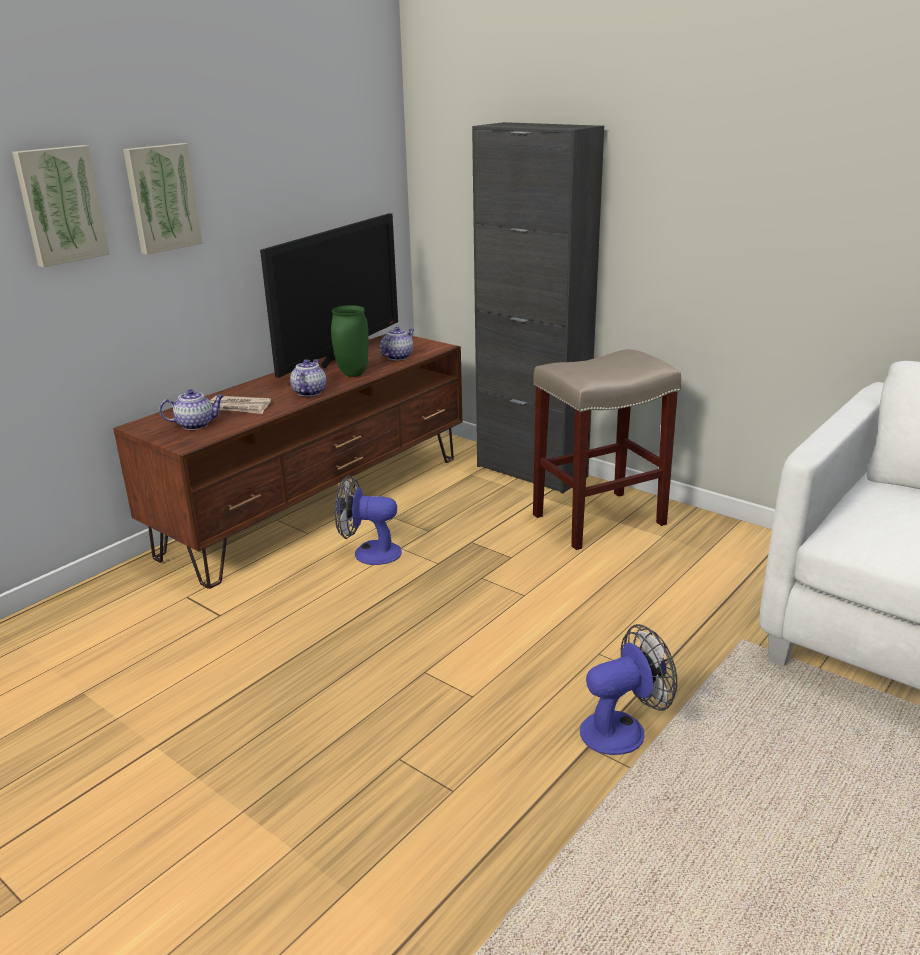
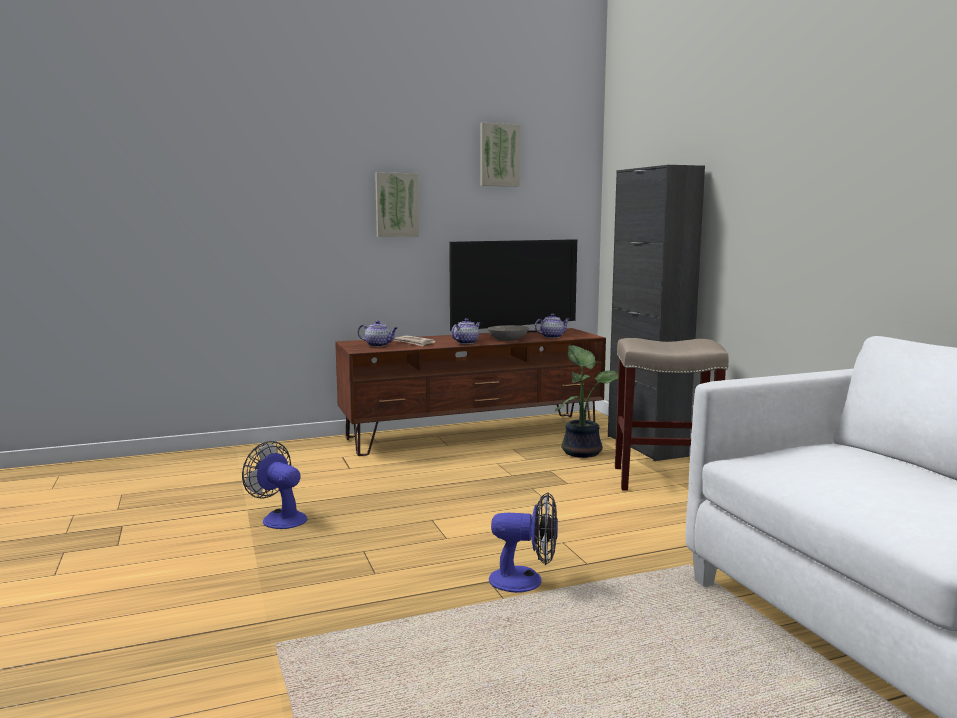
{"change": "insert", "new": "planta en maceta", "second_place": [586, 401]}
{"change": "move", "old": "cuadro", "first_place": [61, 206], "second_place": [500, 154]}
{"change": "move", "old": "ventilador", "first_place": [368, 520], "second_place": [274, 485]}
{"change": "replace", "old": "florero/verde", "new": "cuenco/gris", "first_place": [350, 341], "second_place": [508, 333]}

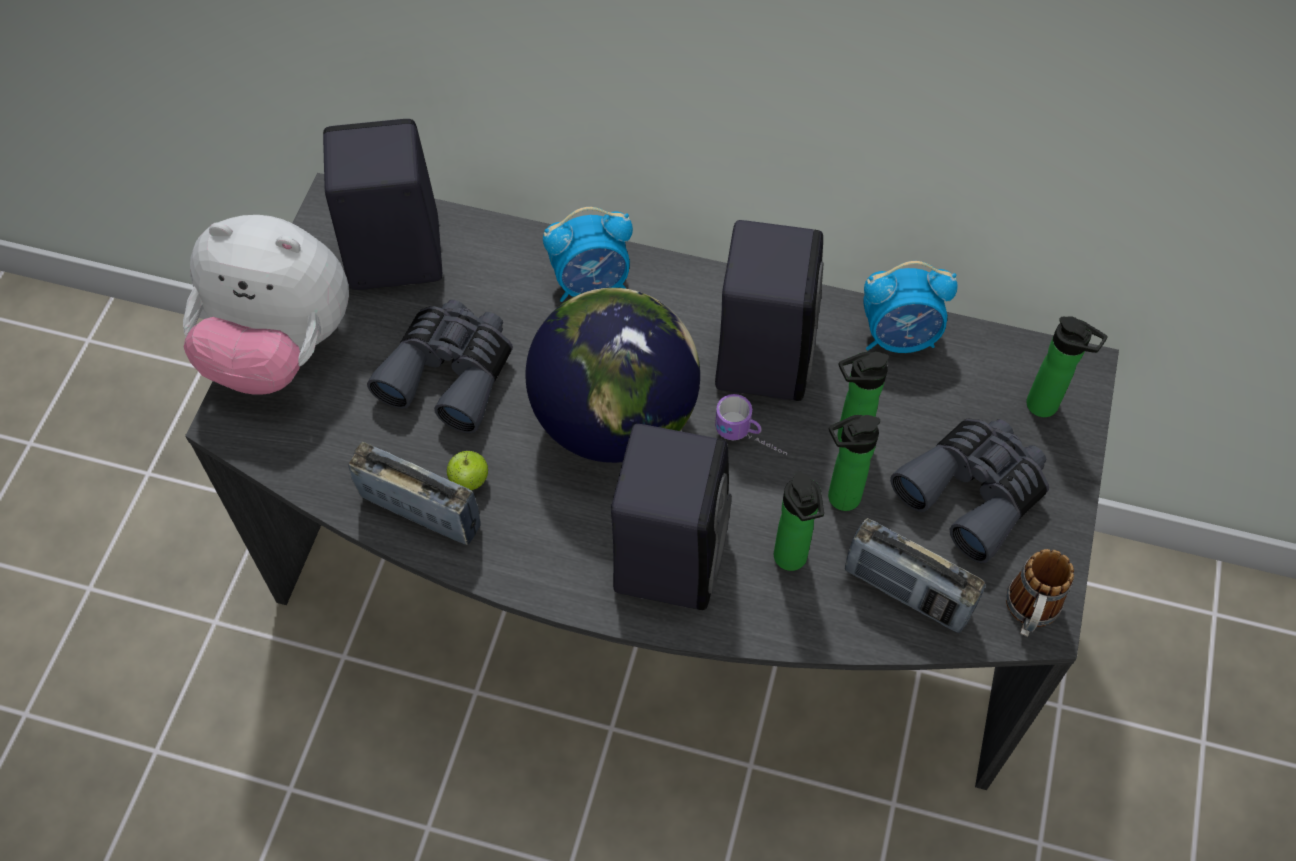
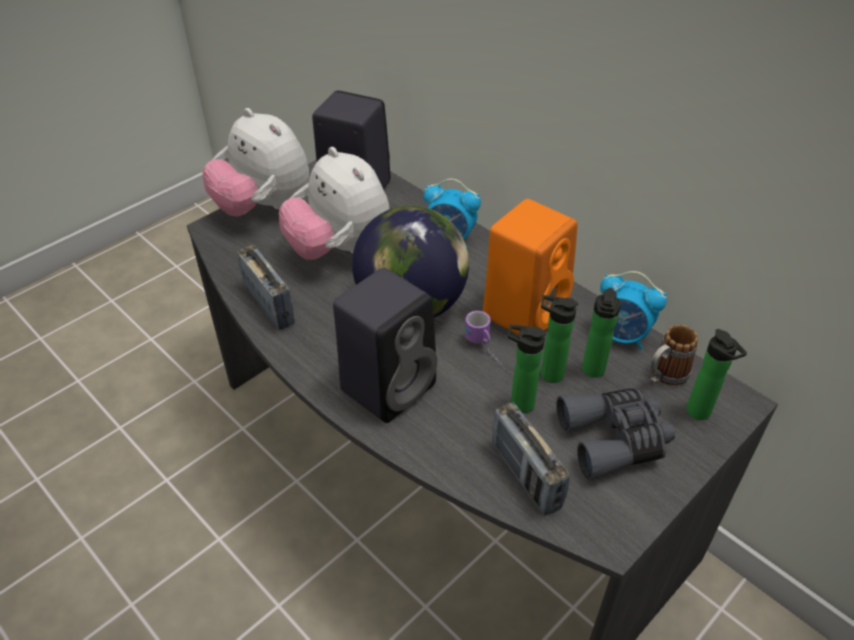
{"change": "delete", "old": "manzana", "first_place": [467, 470]}
{"change": "move", "old": "botella", "first_place": [799, 521], "second_place": [601, 333]}
{"change": "move", "old": "taza grande", "first_place": [1040, 593], "second_place": [674, 355]}
{"change": "replace", "old": "prismáticos/gris", "new": "peluche", "first_place": [440, 366], "second_place": [334, 203]}
{"change": "recolor", "old": "altavoz/negro", "new": "altavoz/naranja", "first_place": [769, 310], "second_place": [530, 267]}

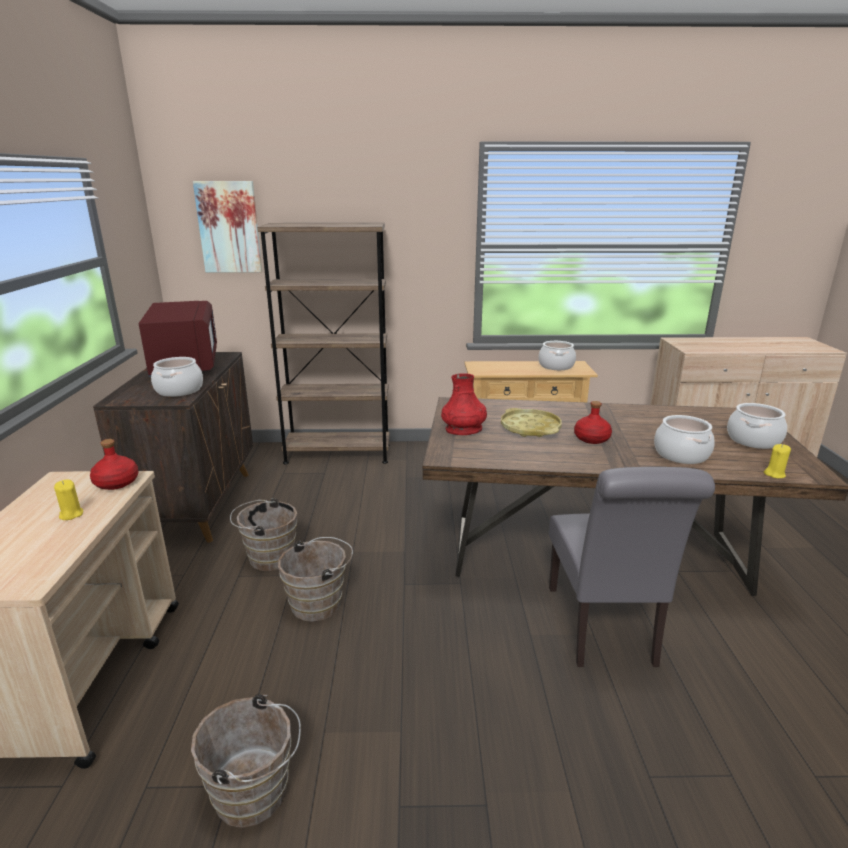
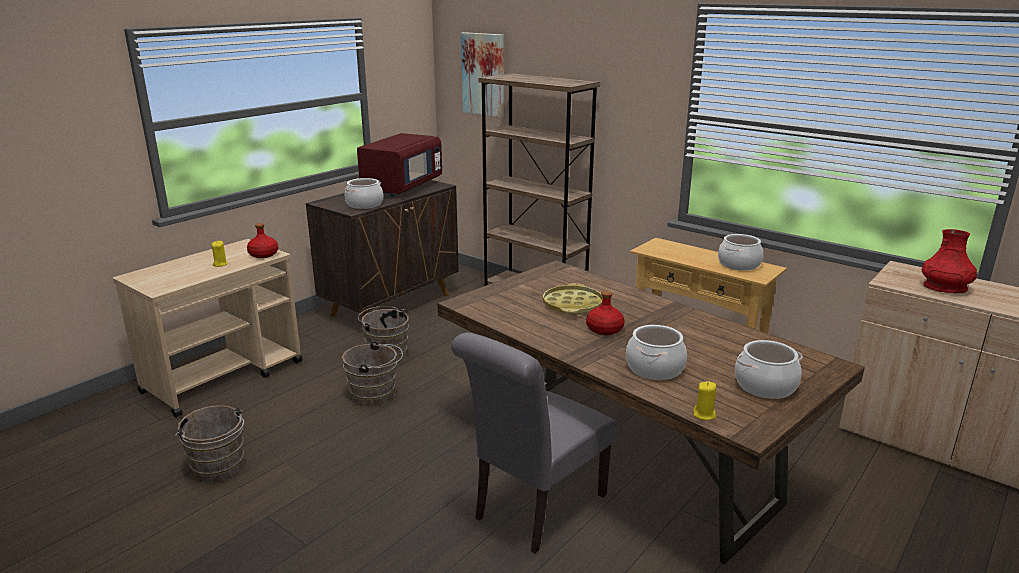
{"change": "move", "old": "florero/rojo", "first_place": [464, 404], "second_place": [949, 261]}

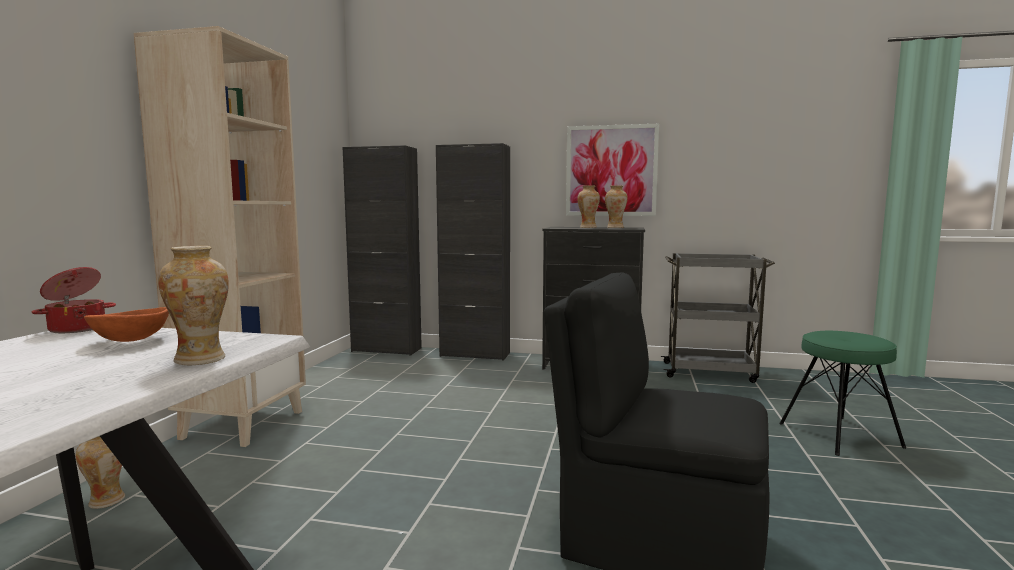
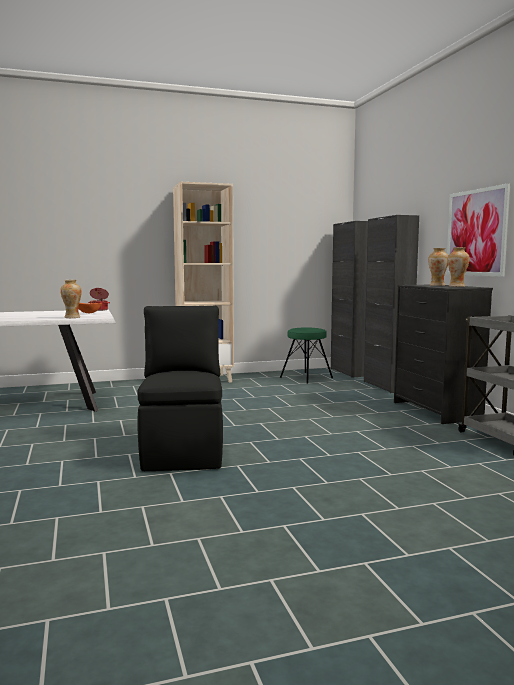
{"change": "delete", "old": "florero", "first_place": [100, 472]}
{"change": "move", "old": "taburete/verde", "first_place": [842, 393], "second_place": [306, 356]}

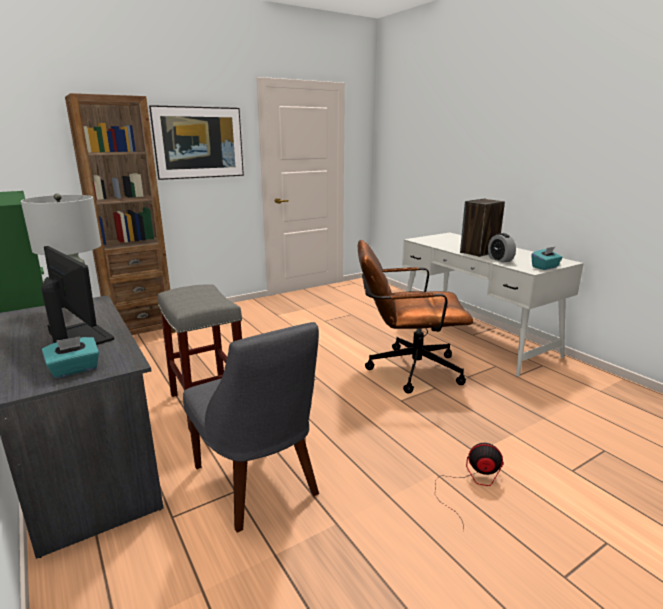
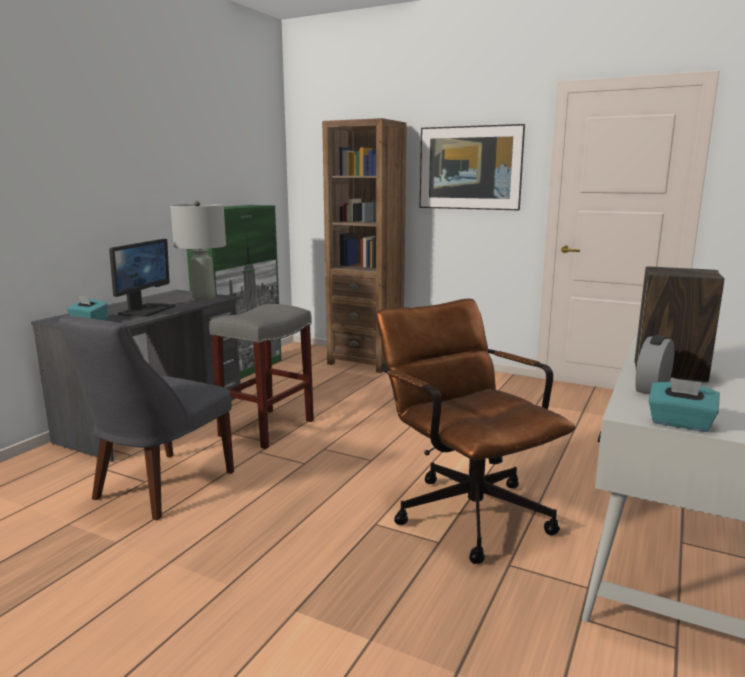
{"change": "delete", "old": "ventilador", "first_place": [469, 487]}

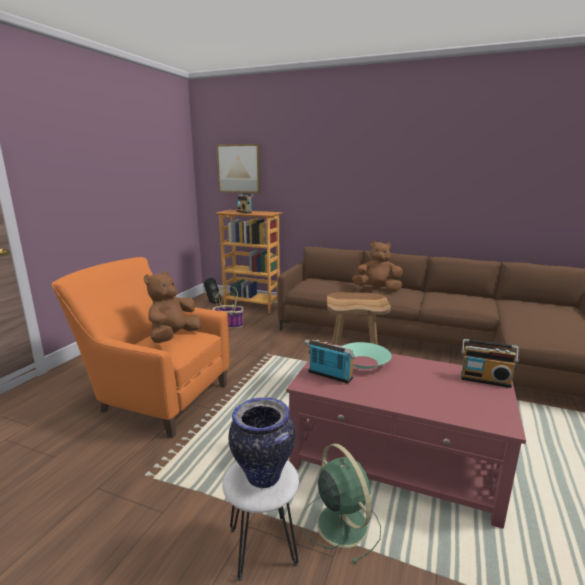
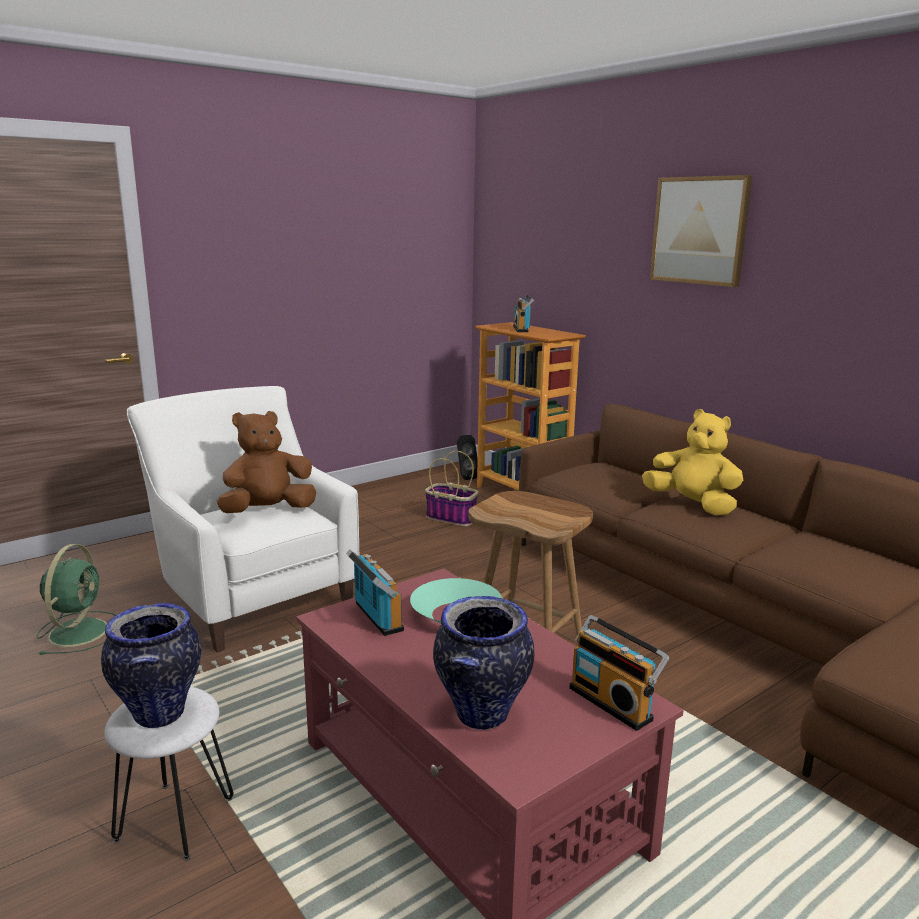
{"change": "insert", "new": "florero", "second_place": [483, 663]}
{"change": "move", "old": "cuadro", "first_place": [238, 168], "second_place": [701, 231]}
{"change": "move", "old": "ventilador/verde", "first_place": [342, 504], "second_place": [76, 599]}
{"change": "recolor", "old": "sillón/naranja", "new": "sillón/blanco", "first_place": [140, 347], "second_place": [243, 519]}
{"change": "recolor", "old": "peluche/marrón", "new": "peluche/amarillo", "first_place": [377, 266], "second_place": [692, 462]}

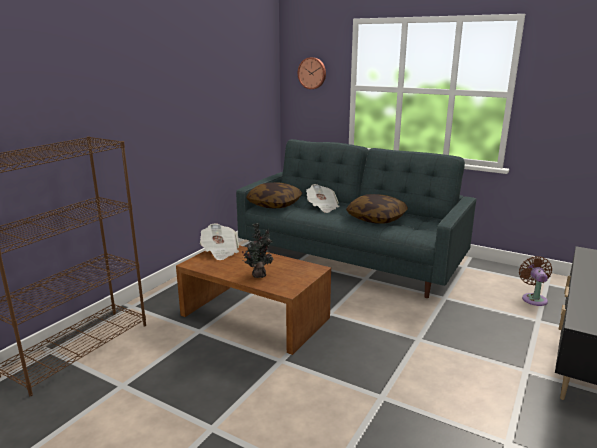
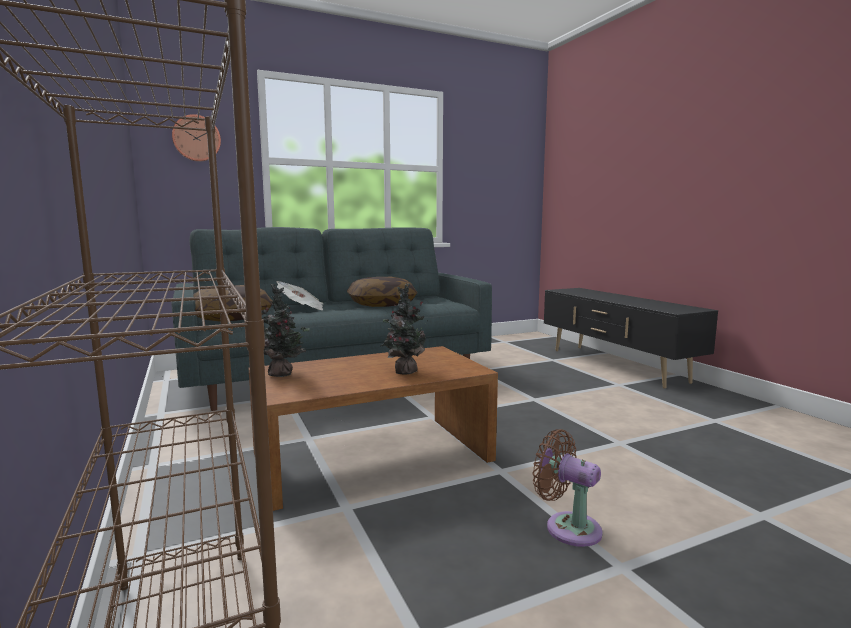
{"change": "move", "old": "ventilador/marrón", "first_place": [535, 281], "second_place": [568, 488]}
{"change": "replace", "old": "periódico", "new": "planta en maceta", "first_place": [219, 241], "second_place": [285, 330]}

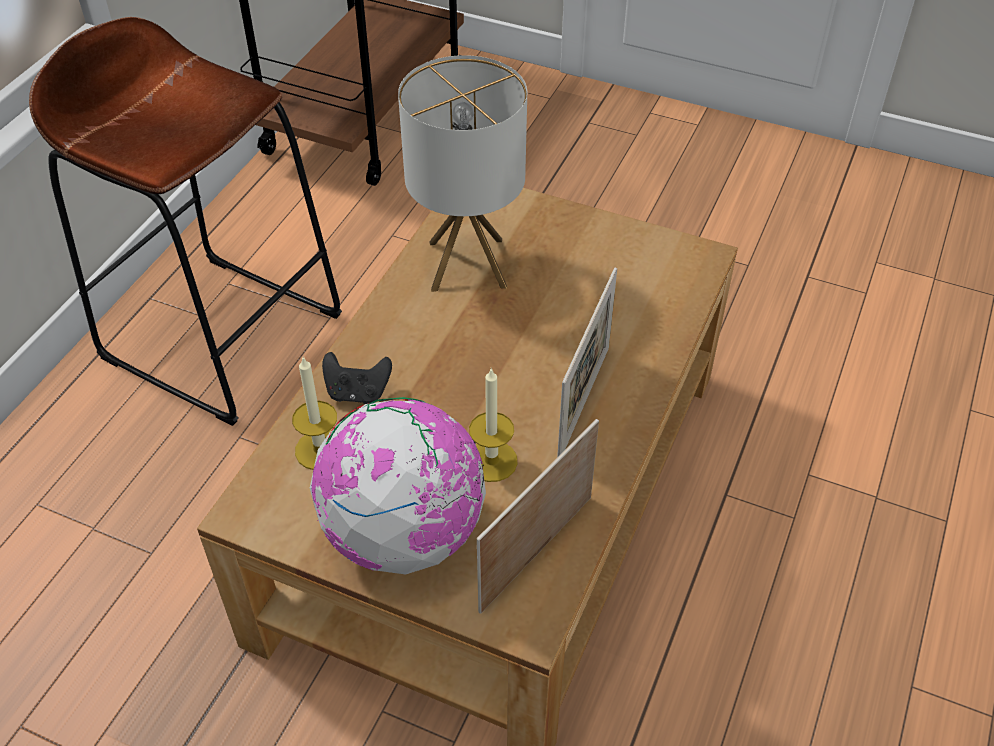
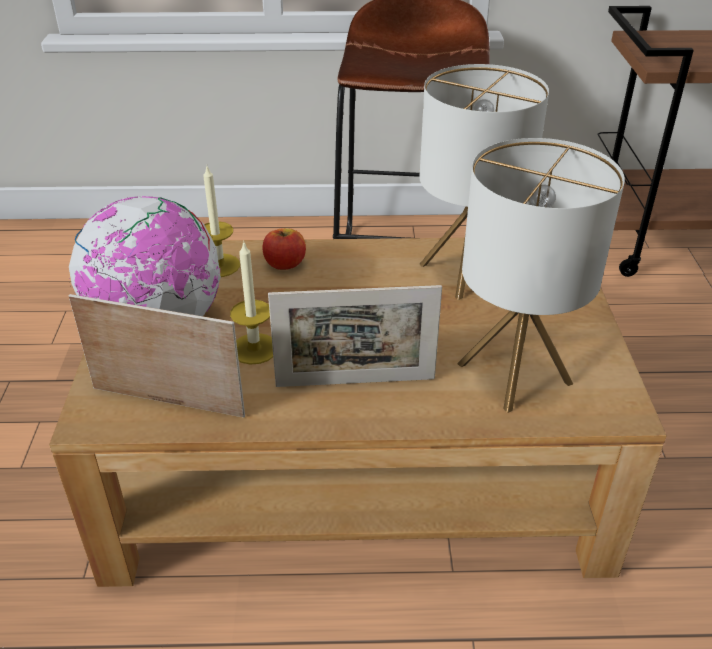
{"change": "insert", "new": "lámpara de mesa", "second_place": [541, 275]}
{"change": "replace", "old": "mando de consola/negro", "new": "manzana", "first_place": [357, 378], "second_place": [284, 249]}

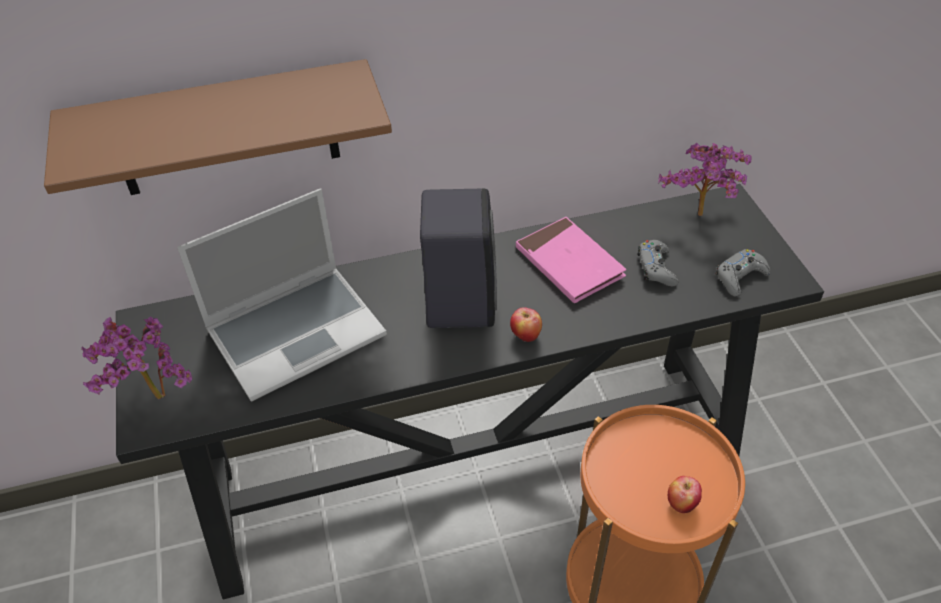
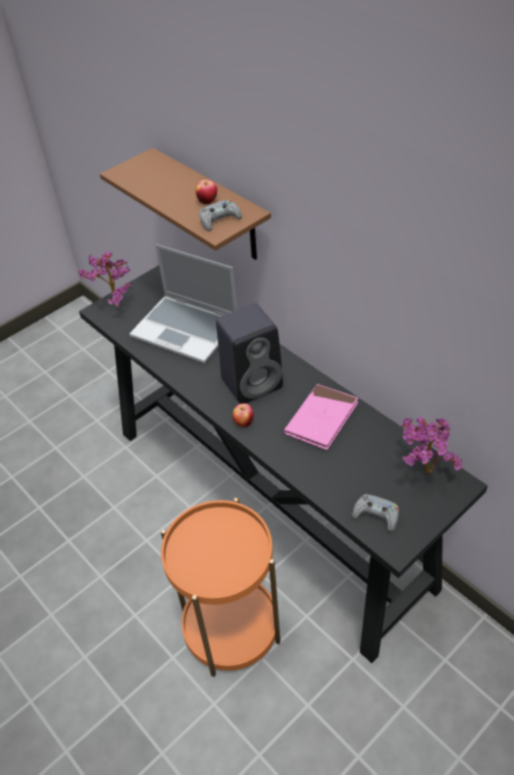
{"change": "move", "old": "mando de consola/gris", "first_place": [658, 263], "second_place": [220, 215]}
{"change": "move", "old": "manzana", "first_place": [685, 494], "second_place": [206, 192]}

